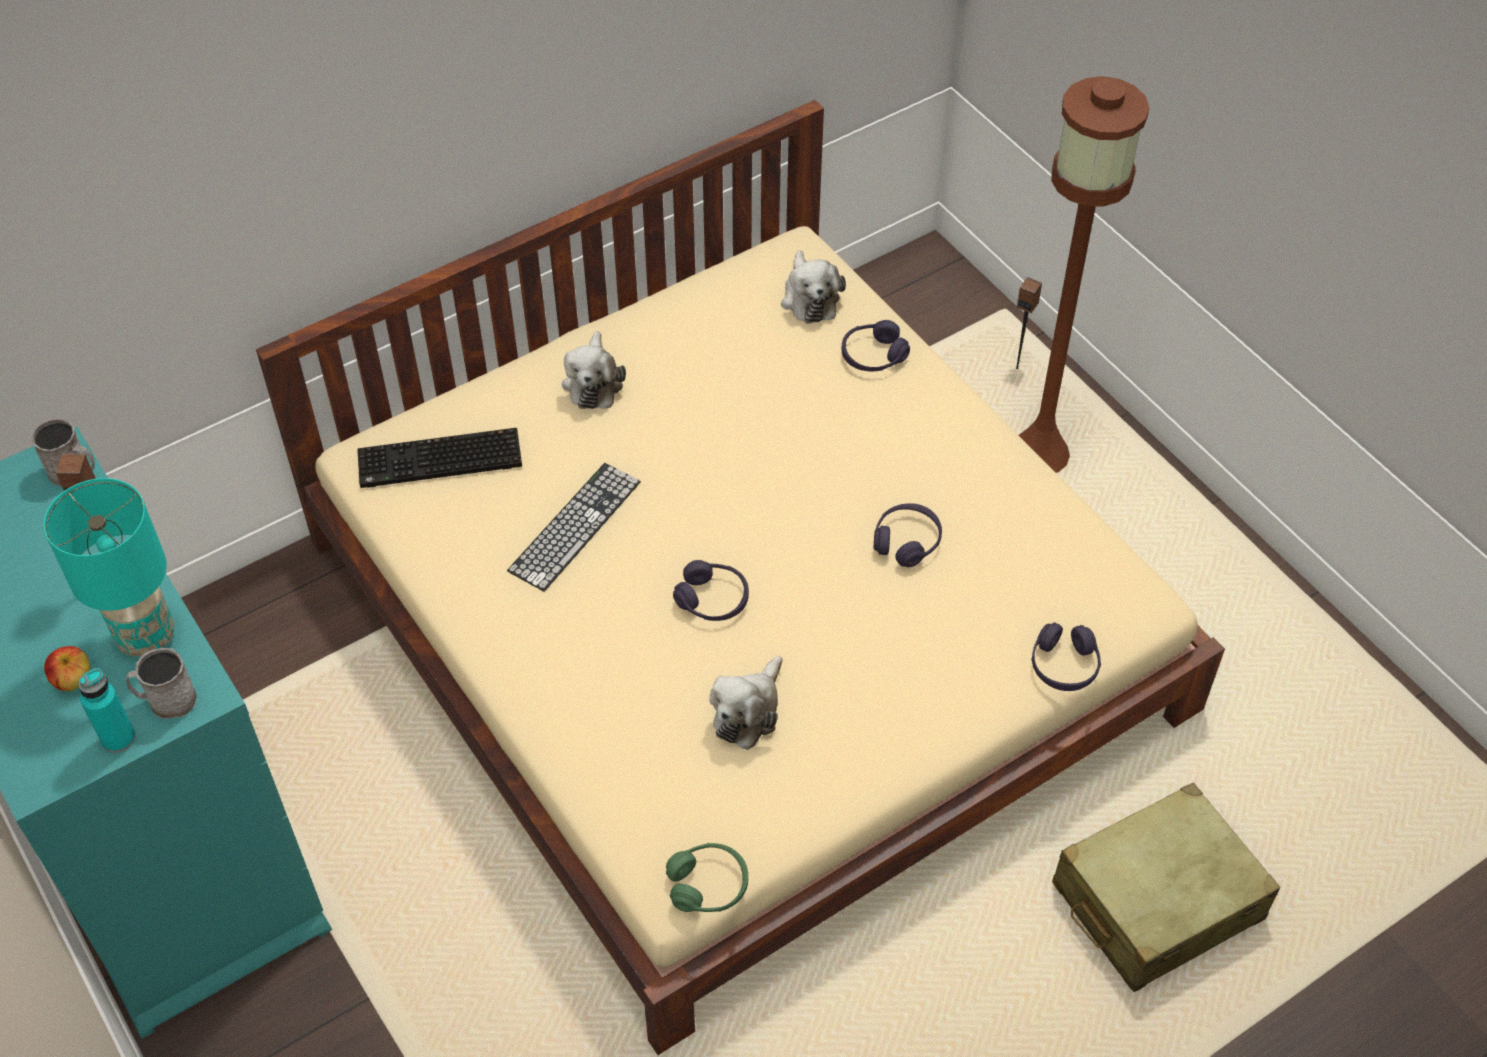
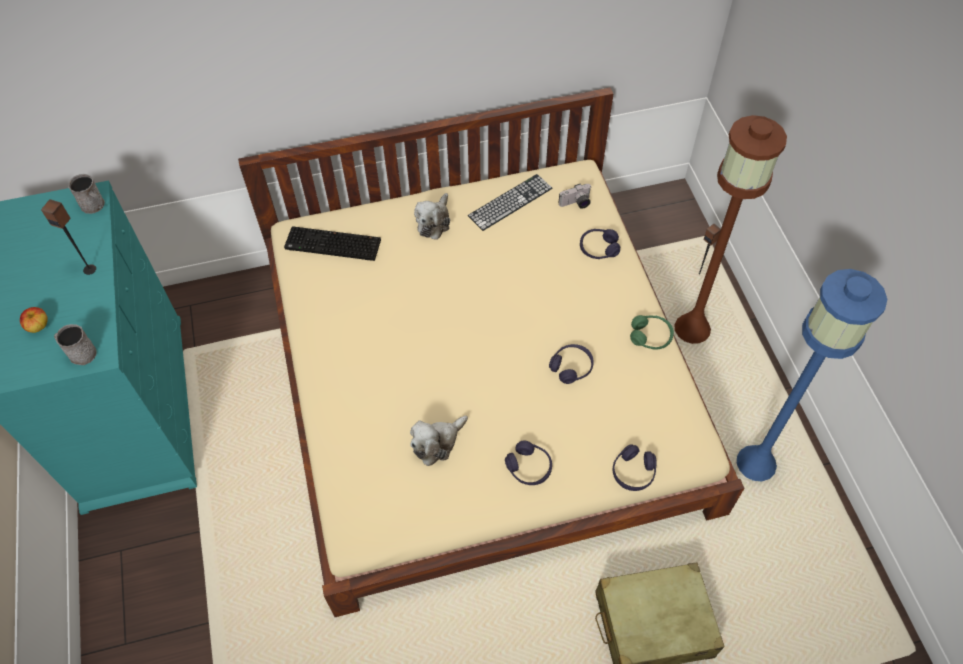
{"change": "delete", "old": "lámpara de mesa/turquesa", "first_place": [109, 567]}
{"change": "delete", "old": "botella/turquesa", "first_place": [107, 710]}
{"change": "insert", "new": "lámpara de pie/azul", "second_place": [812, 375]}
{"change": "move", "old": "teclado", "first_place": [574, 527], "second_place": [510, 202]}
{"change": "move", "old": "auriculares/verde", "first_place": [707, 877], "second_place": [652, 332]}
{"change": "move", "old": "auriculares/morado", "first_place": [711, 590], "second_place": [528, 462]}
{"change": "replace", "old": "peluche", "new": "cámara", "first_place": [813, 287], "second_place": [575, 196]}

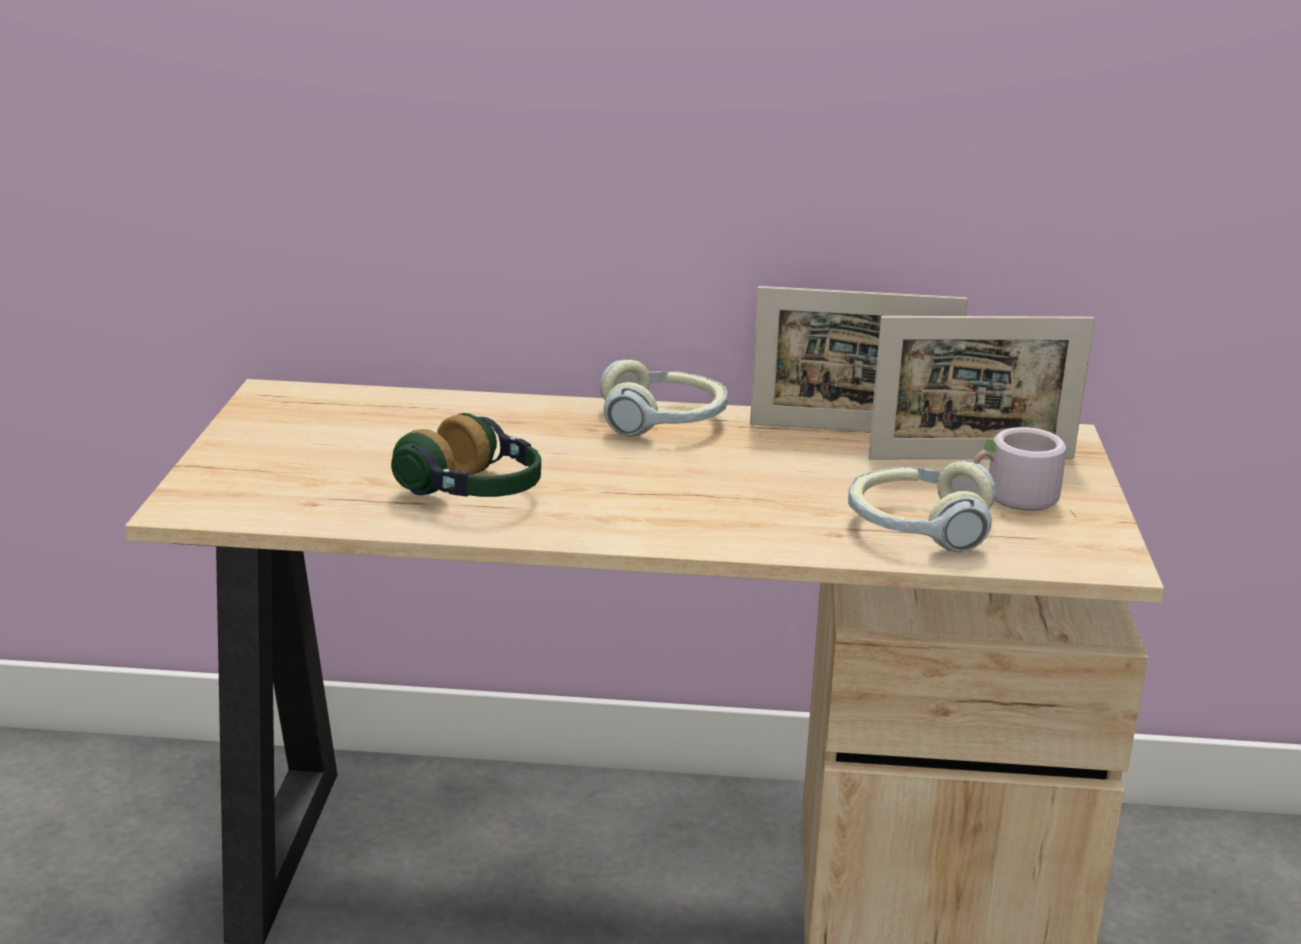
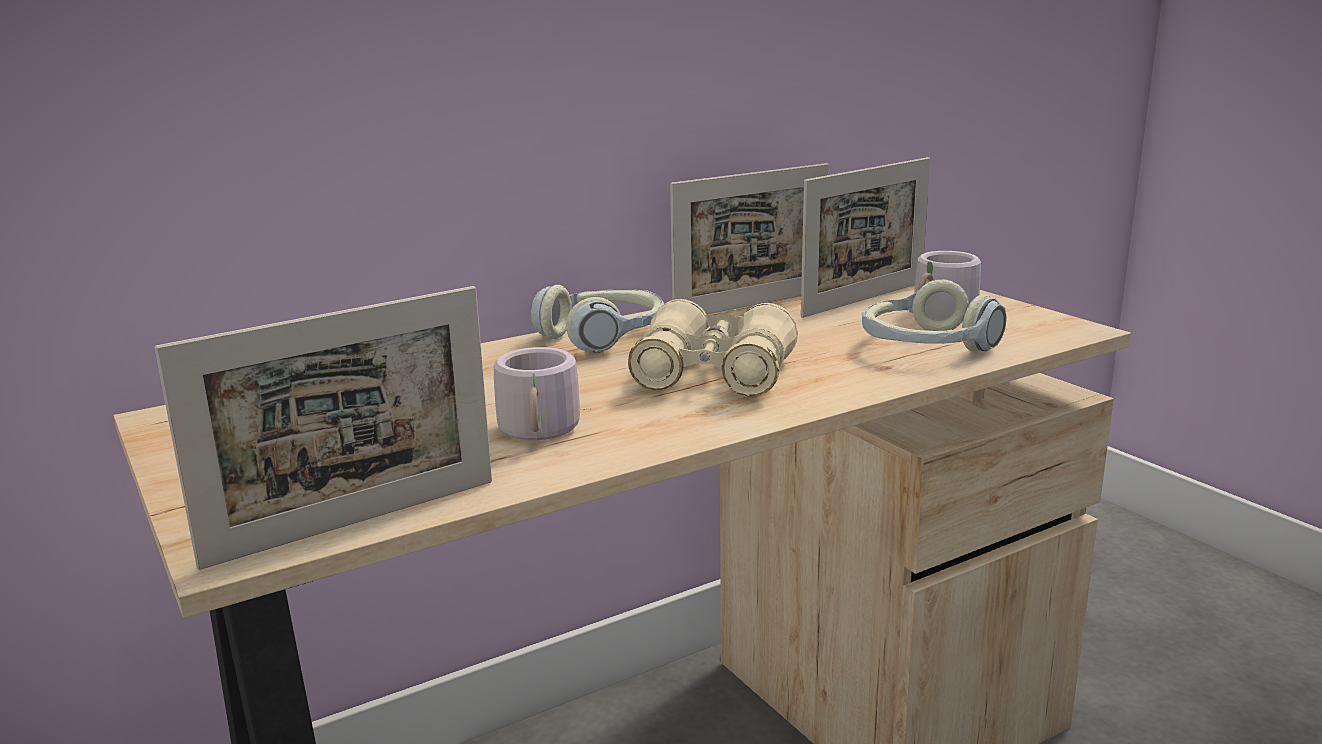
{"change": "insert", "new": "portarretratos", "second_place": [323, 428]}
{"change": "insert", "new": "prismáticos/beis", "second_place": [713, 347]}
{"change": "replace", "old": "auriculares", "new": "taza grande/gris", "first_place": [466, 455], "second_place": [542, 393]}

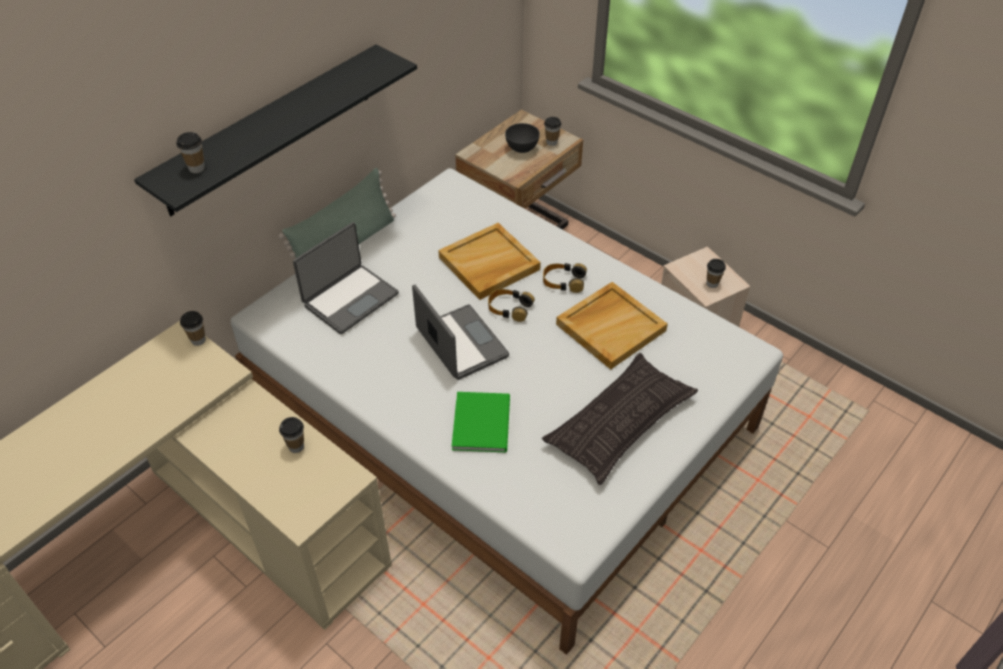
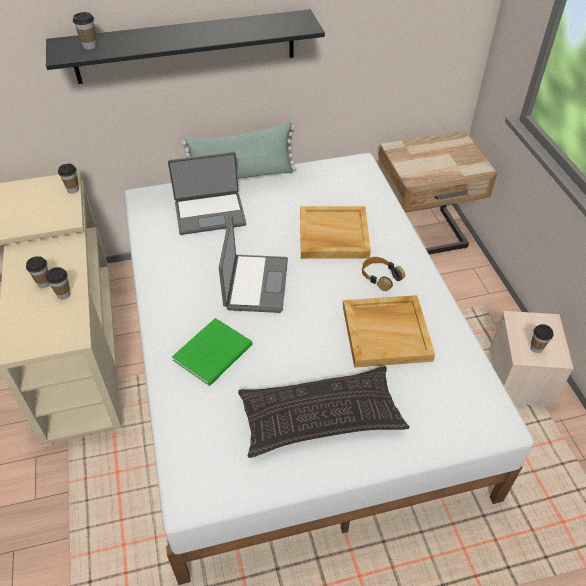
{"change": "delete", "old": "auriculares", "first_place": [511, 305]}
{"change": "delete", "old": "cuenco/gris", "first_place": [522, 138]}
{"change": "move", "old": "taza", "first_place": [552, 131], "second_place": [38, 272]}

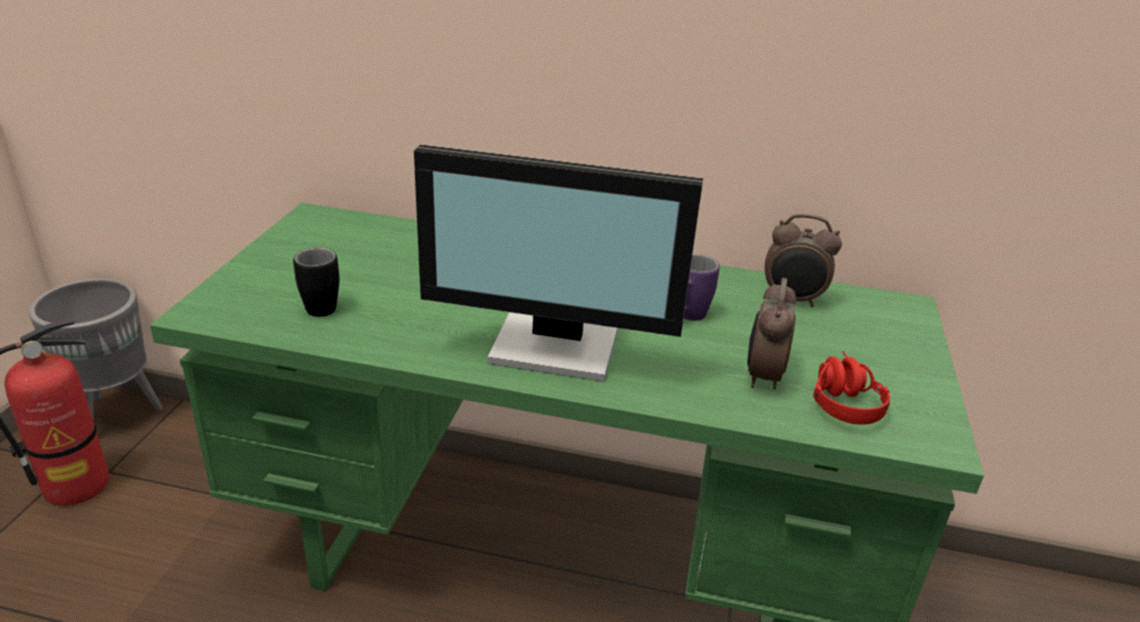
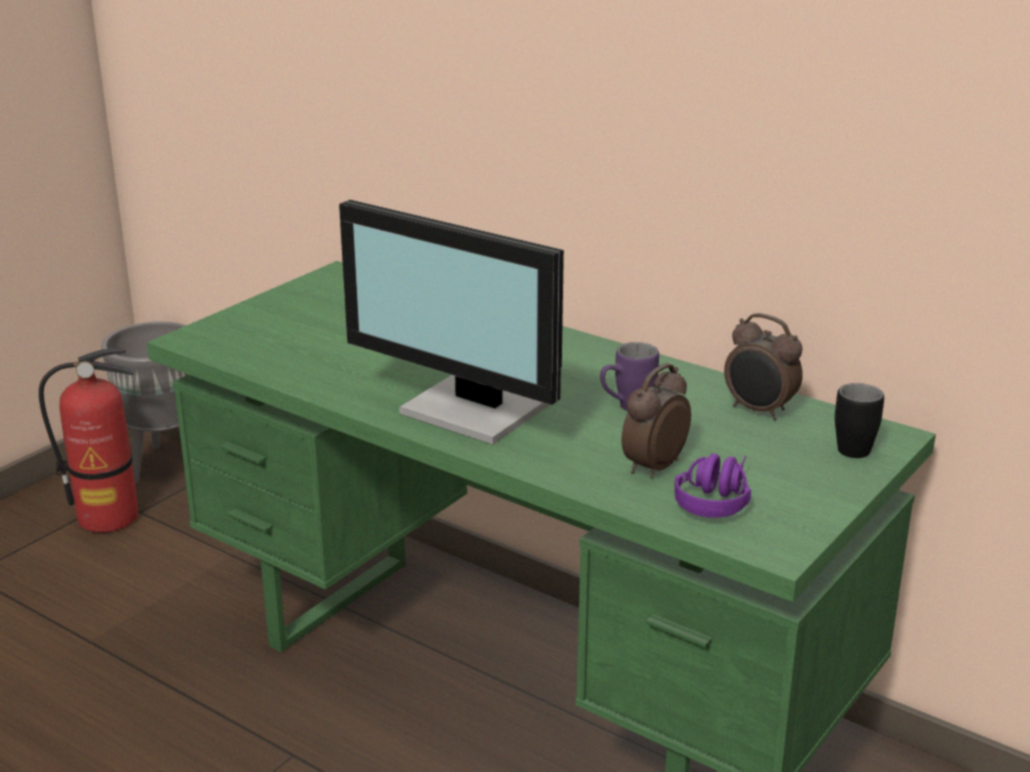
{"change": "move", "old": "taza grande/negro", "first_place": [316, 282], "second_place": [859, 420]}
{"change": "recolor", "old": "auriculares/rojo", "new": "auriculares/morado", "first_place": [851, 388], "second_place": [713, 485]}

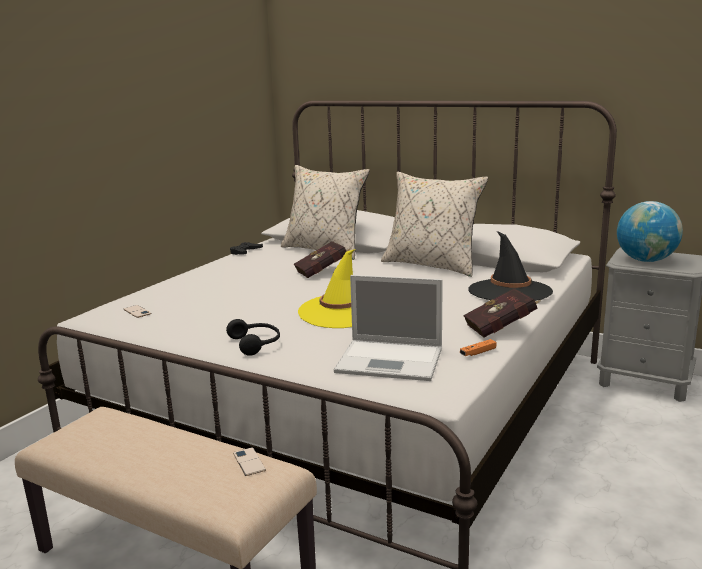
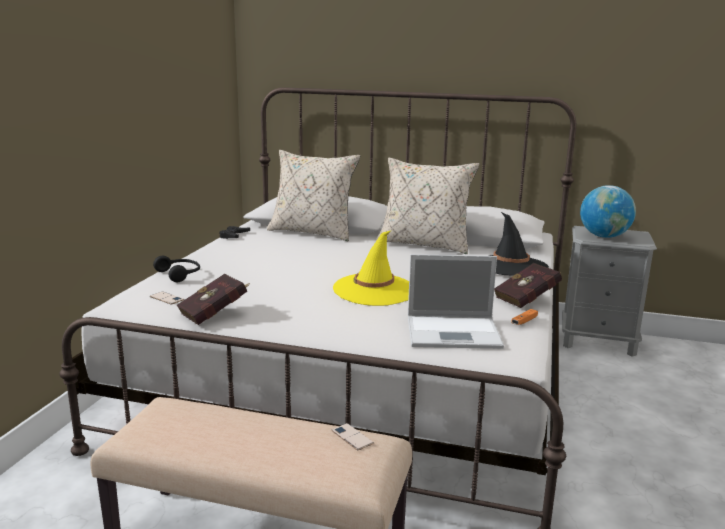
{"change": "move", "old": "auriculares/negro", "first_place": [253, 337], "second_place": [176, 269]}
{"change": "move", "old": "libro/rojo", "first_place": [322, 259], "second_place": [213, 299]}

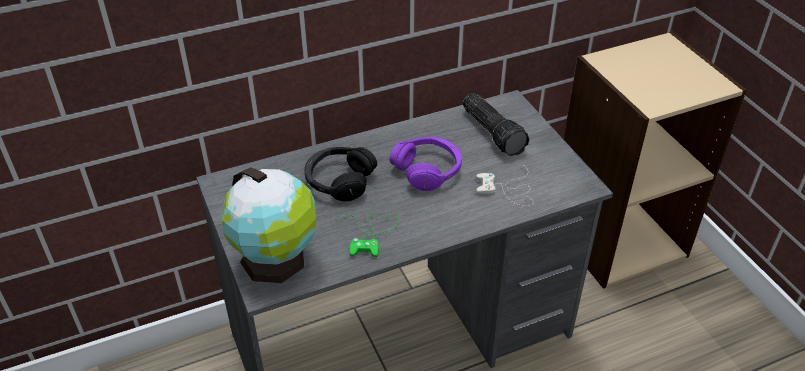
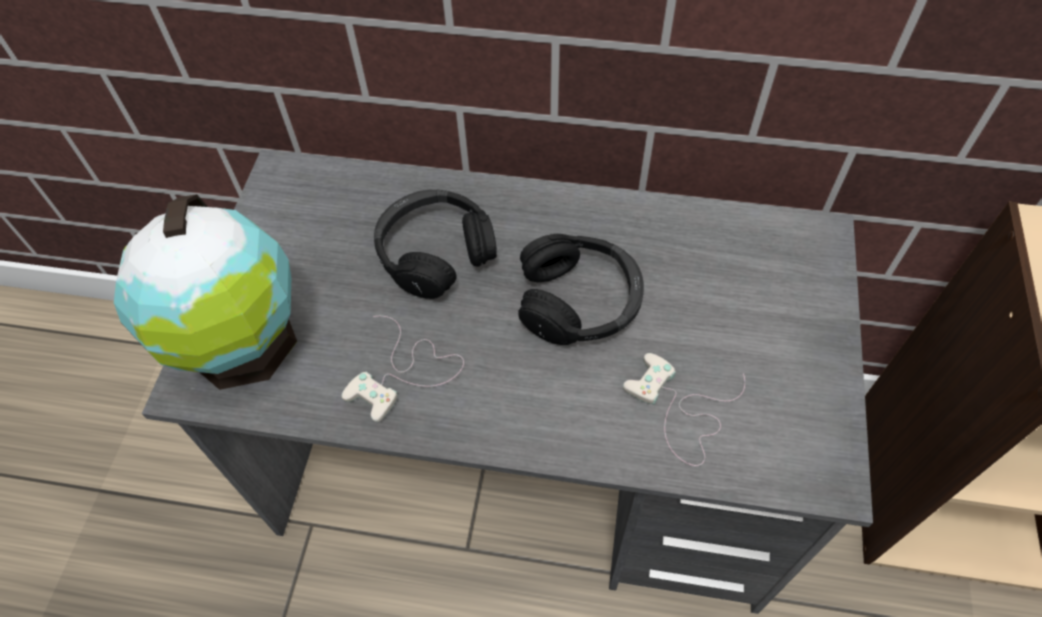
{"change": "delete", "old": "linterna", "first_place": [496, 124]}
{"change": "recolor", "old": "mando de consola/verde", "new": "mando de consola/blanco", "first_place": [367, 235], "second_place": [402, 369]}
{"change": "recolor", "old": "auriculares/morado", "new": "auriculares/negro", "first_place": [426, 164], "second_place": [581, 289]}

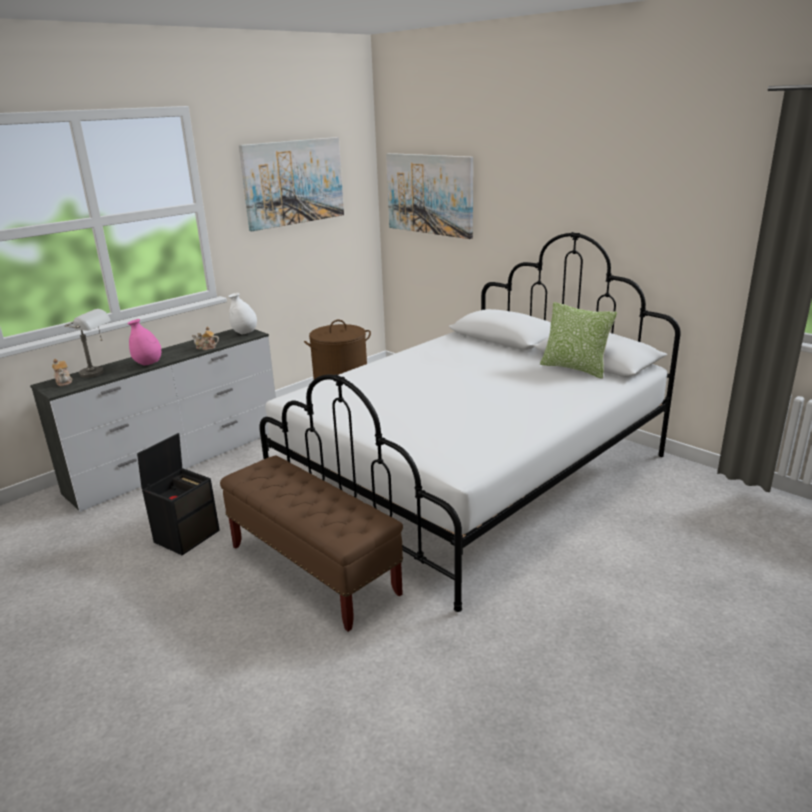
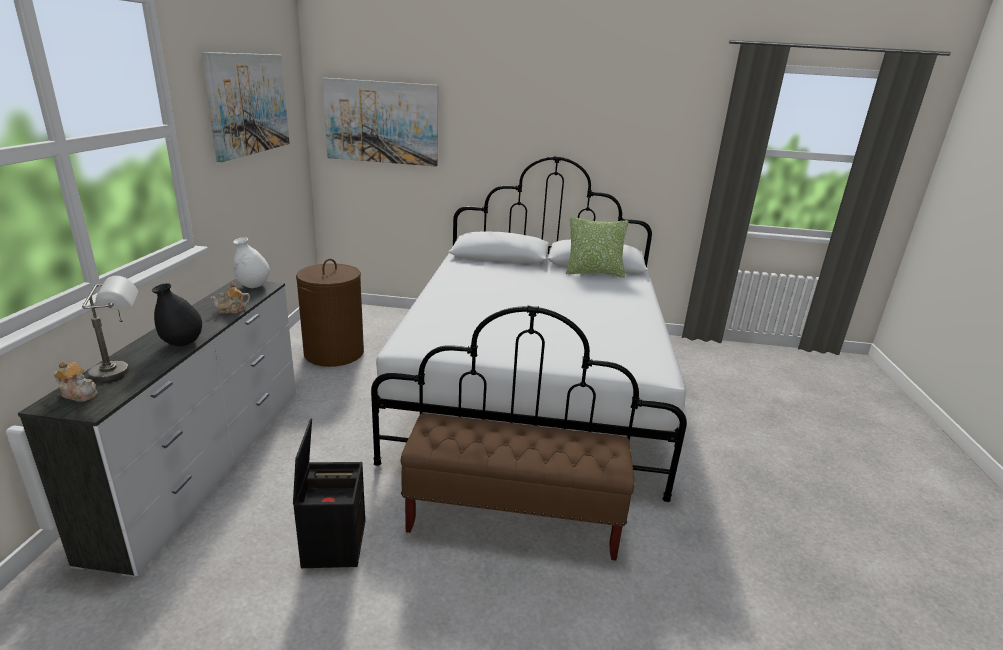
{"change": "recolor", "old": "florero/rosa", "new": "florero/negro", "first_place": [144, 342], "second_place": [177, 314]}

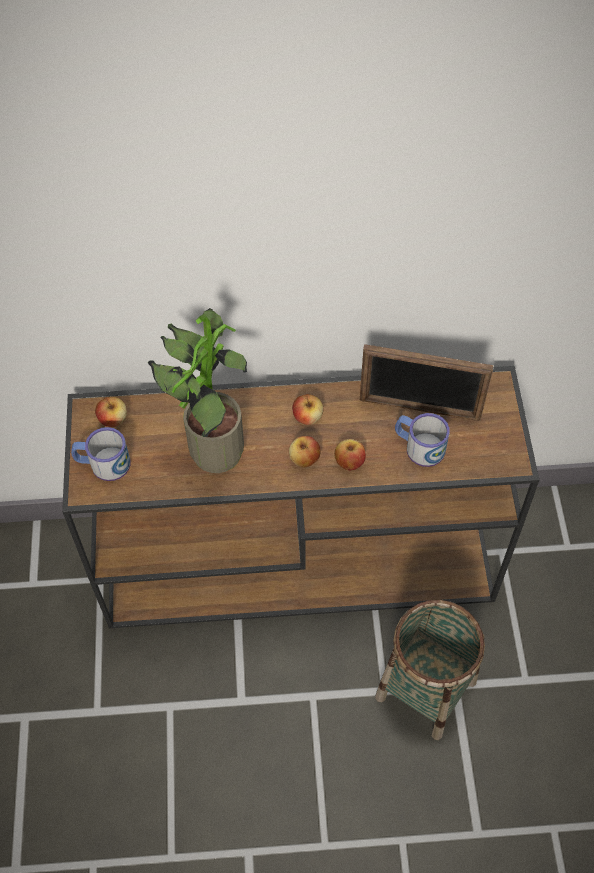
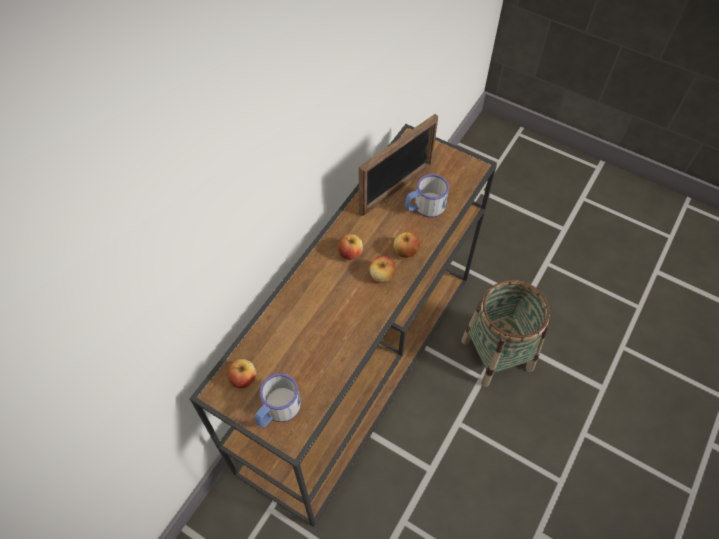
{"change": "delete", "old": "planta en maceta", "first_place": [197, 390]}

